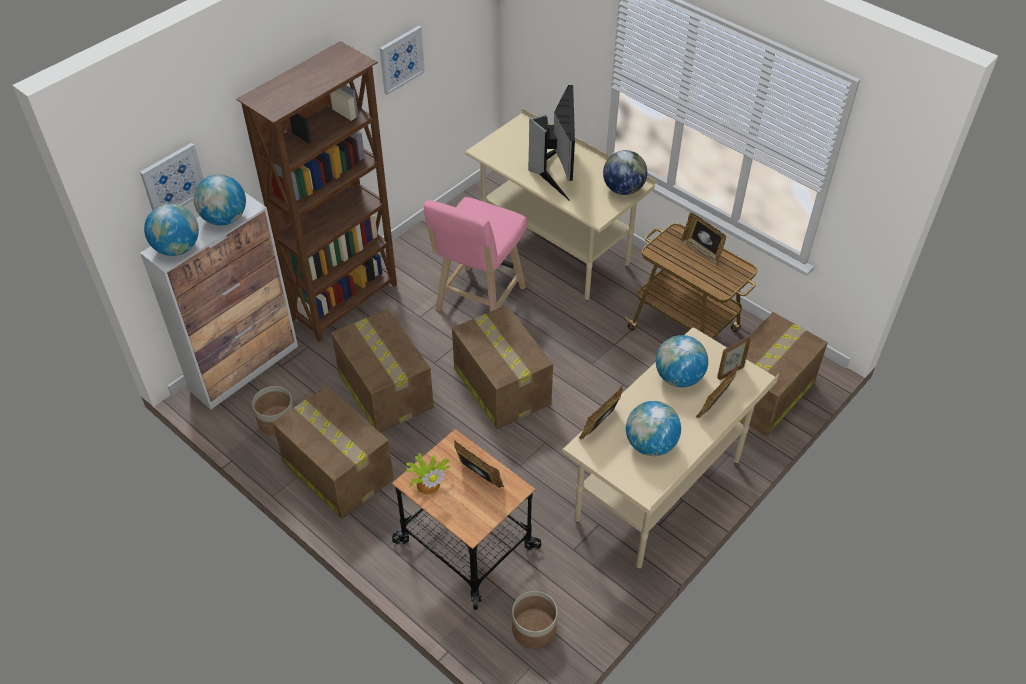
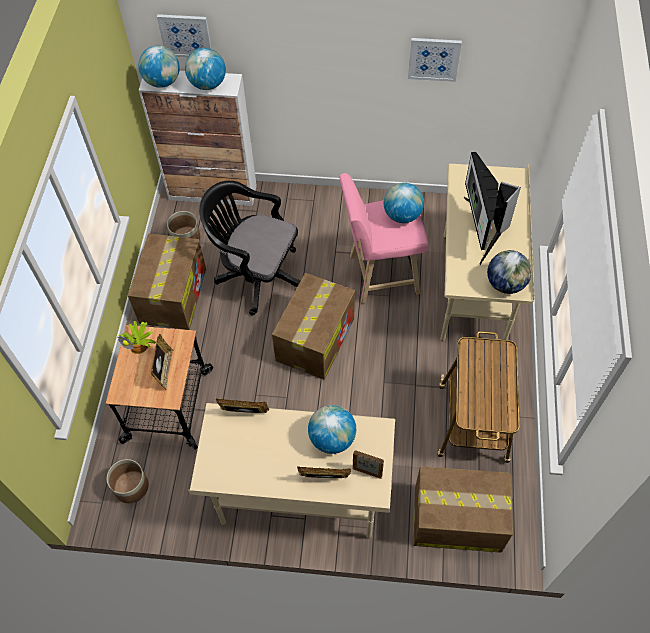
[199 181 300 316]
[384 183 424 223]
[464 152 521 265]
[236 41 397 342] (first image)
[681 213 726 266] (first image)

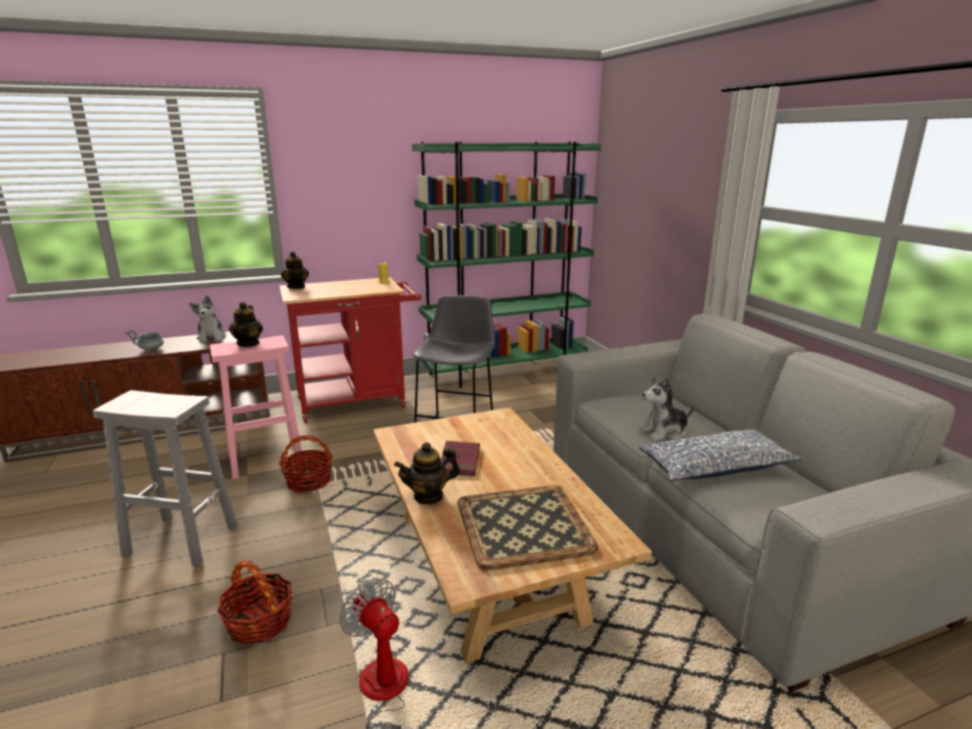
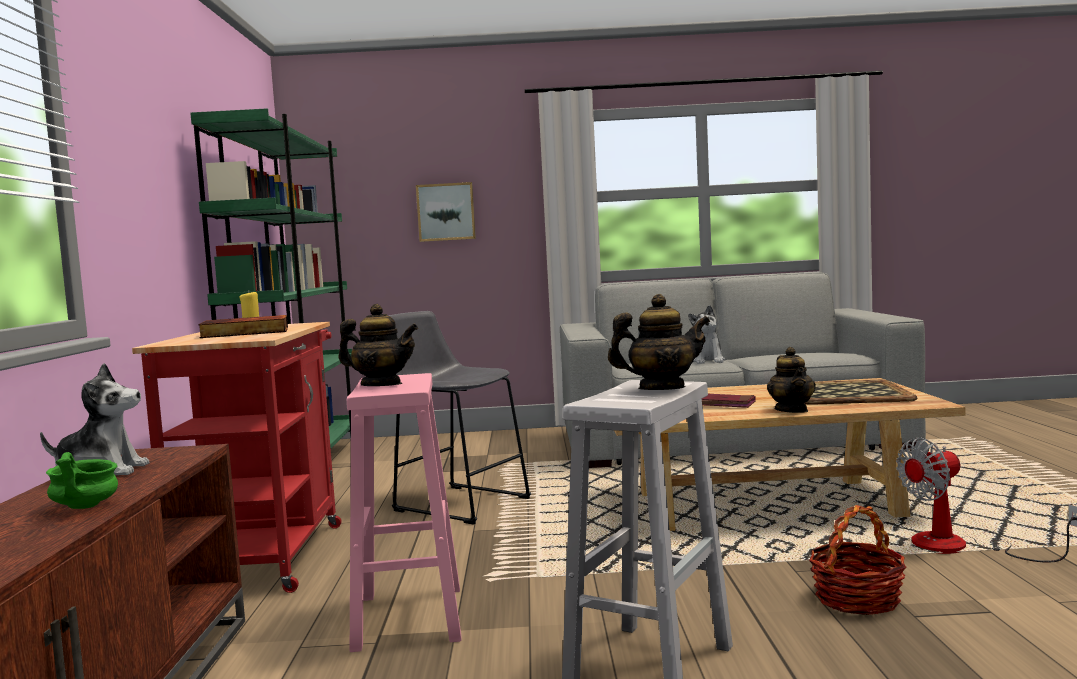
[46 452 118 509]
[198 315 288 338]
[416 182 476 242]
[608 294 710 390]
[279 435 332 493] (first image)
[638 429 802 481] (first image)

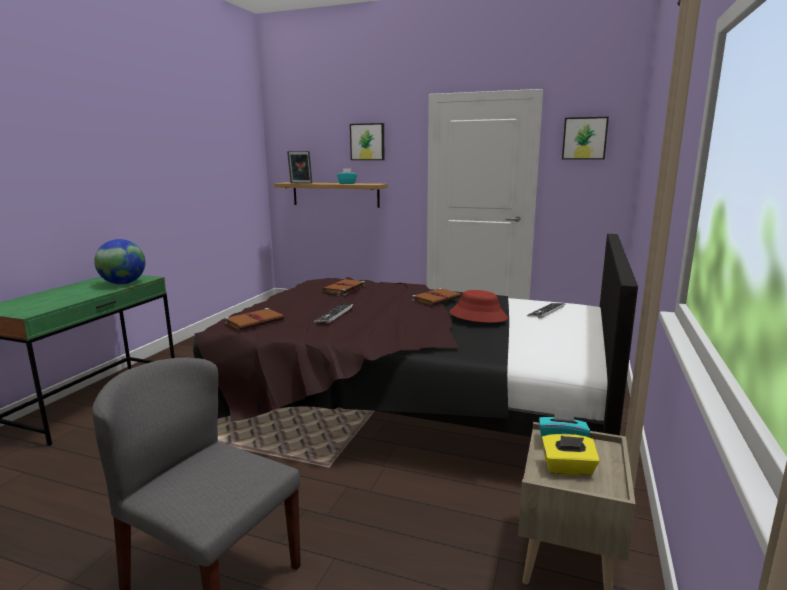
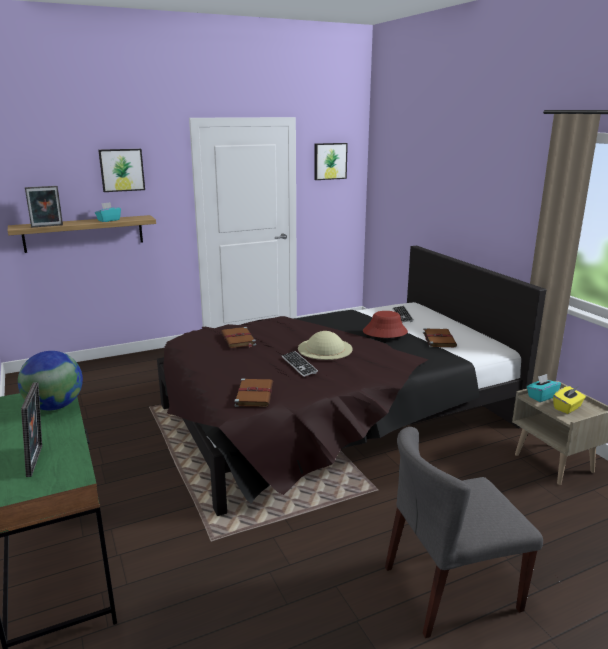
[21 382 42 477]
[298 331 353 360]
[423 328 457 347]

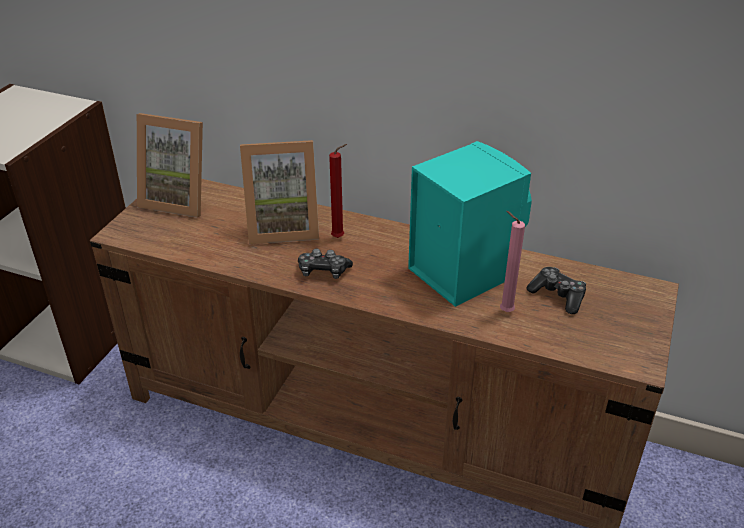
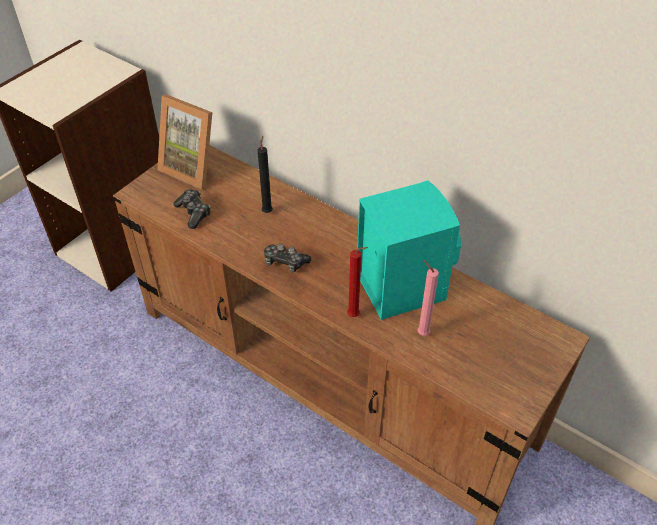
[173 189 211 229]
[257 136 273 213]
[347 247 368 317]

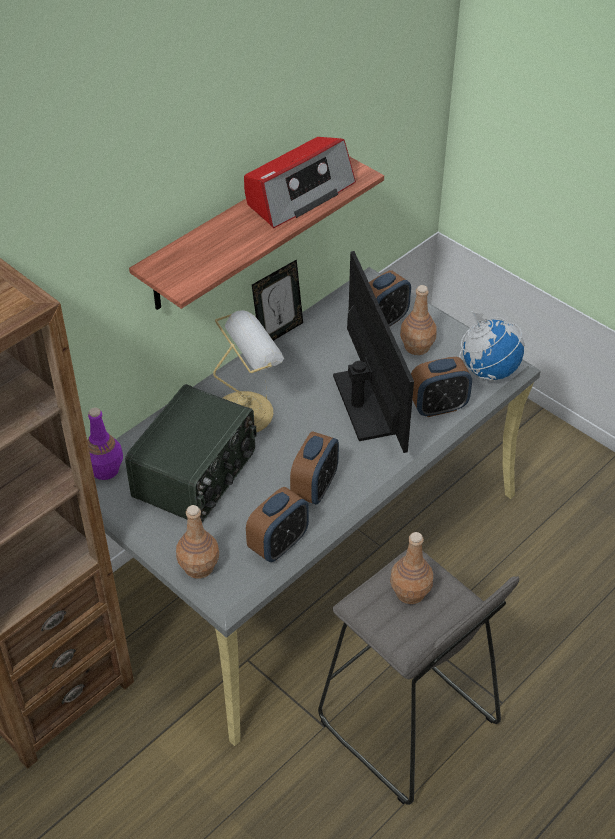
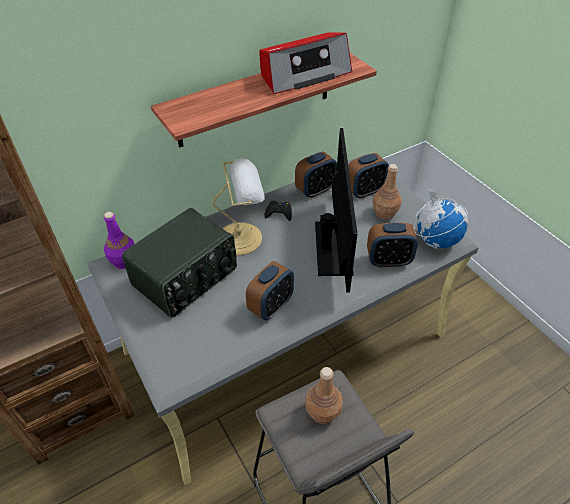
[264 201 292 221]
[295 151 337 198]
[176 505 219 579] (first image)
[252 259 303 341] (first image)

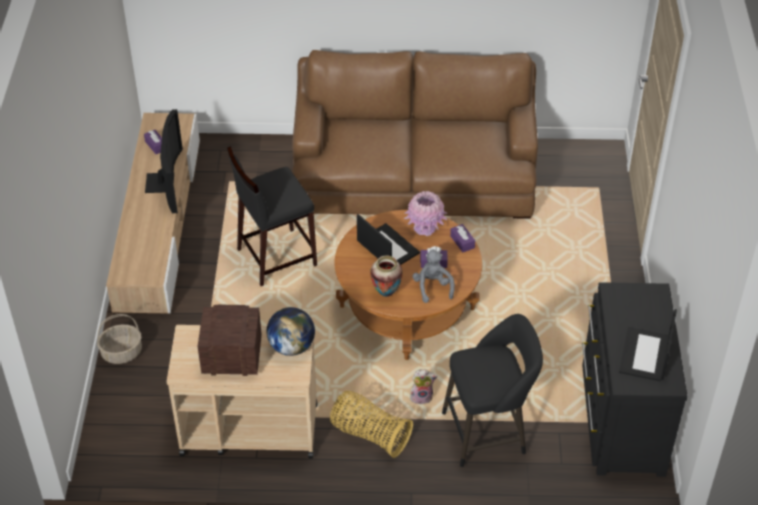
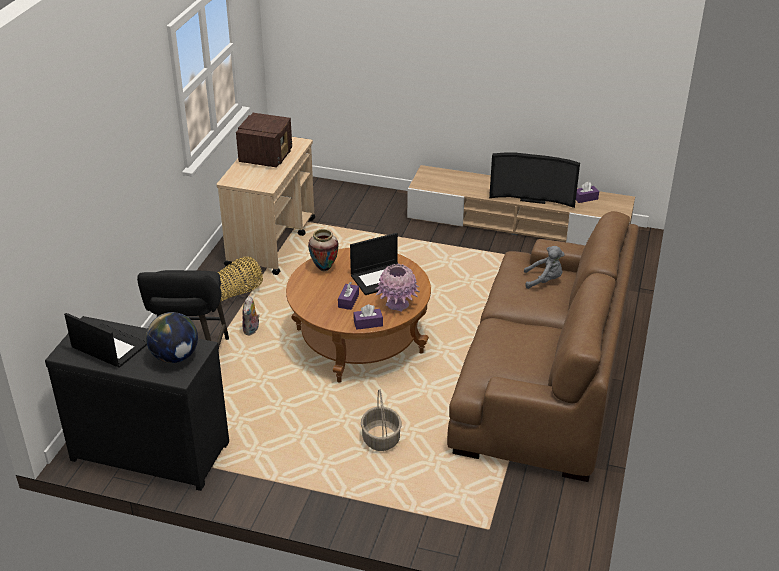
[146 312 198 363]
[361 389 402 451]
[524 246 565 289]
[227 146 317 286] (first image)

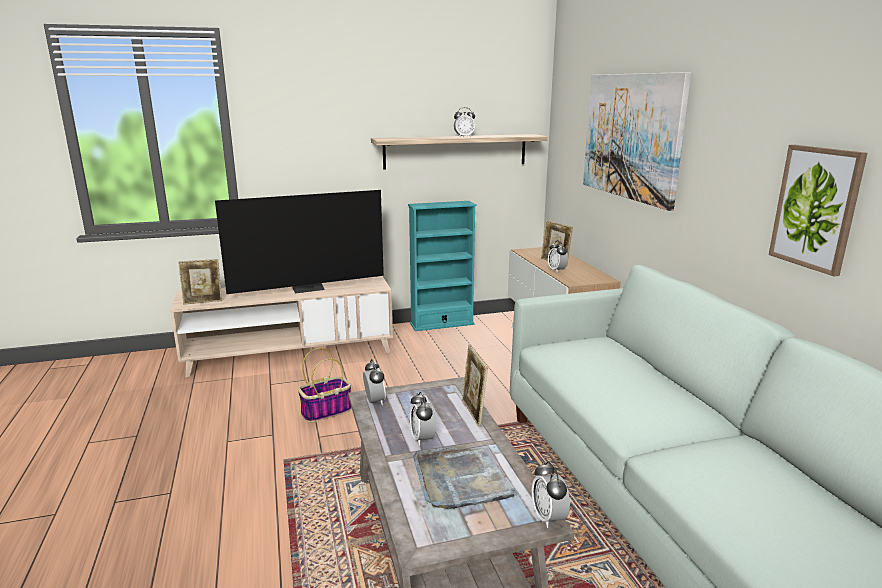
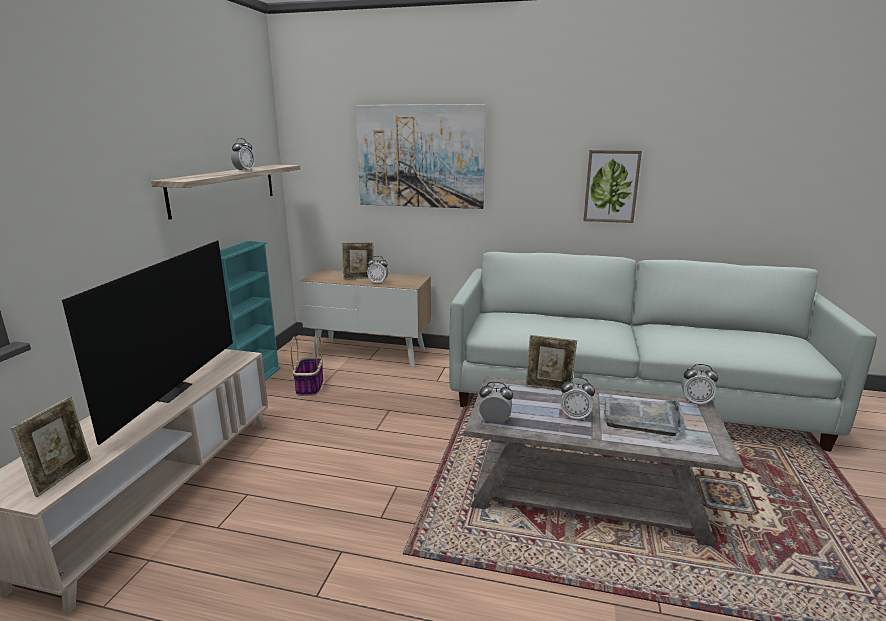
[291 336 324 396]

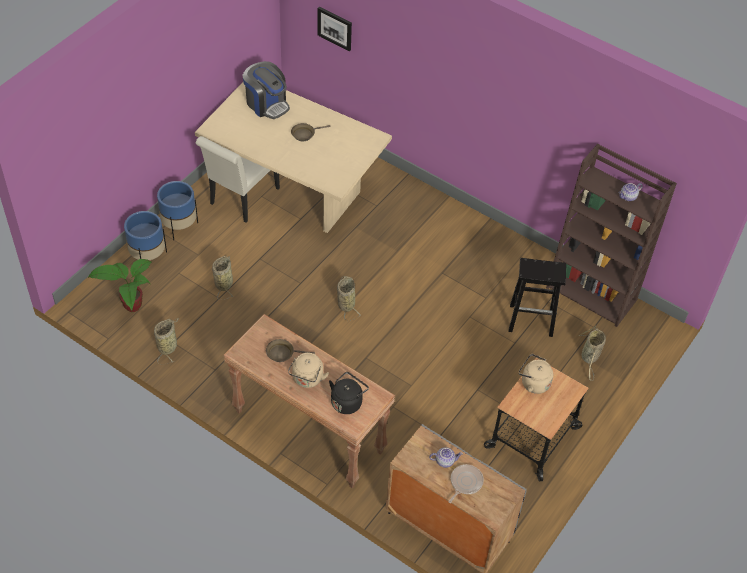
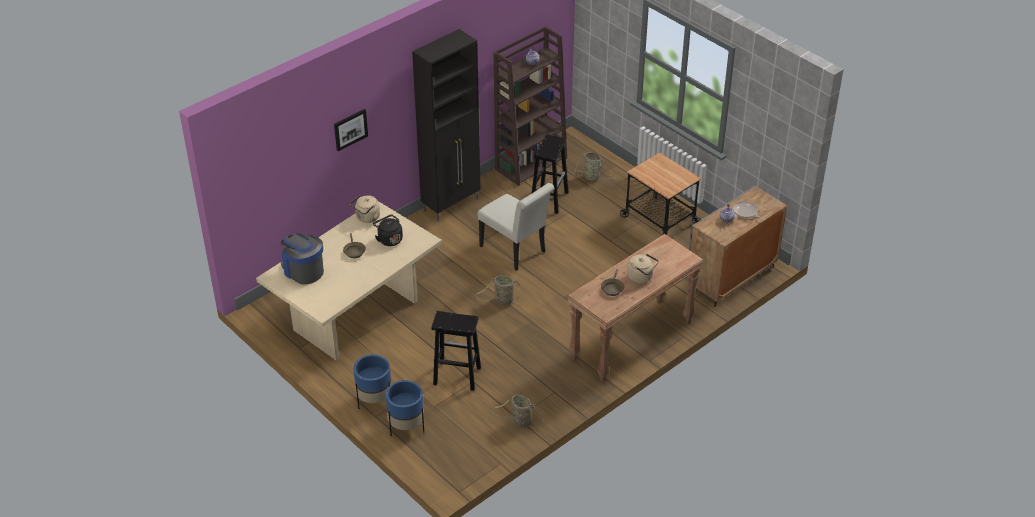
[280 233 324 285]
[334 109 368 151]
[350 195 380 223]
[373 214 403 246]
[412 29 481 222]
[431 311 481 391]
[477 183 555 271]
[88 259 151 312] (first image)

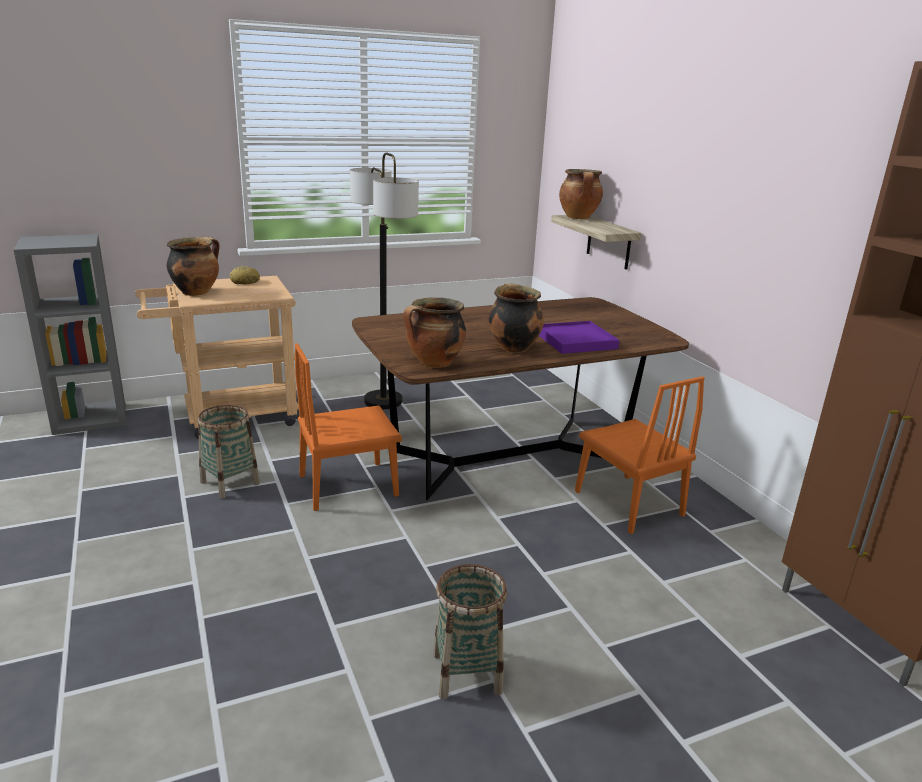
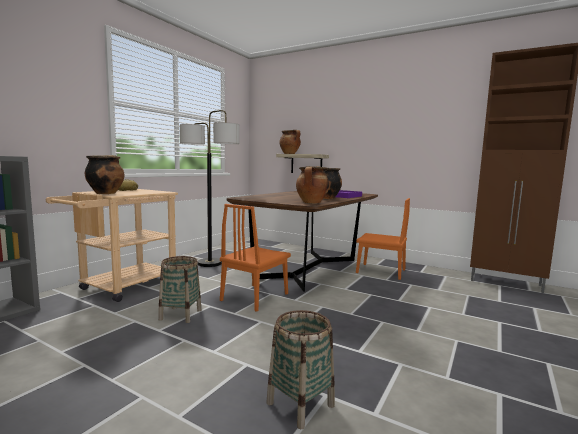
[266 310 335 429]

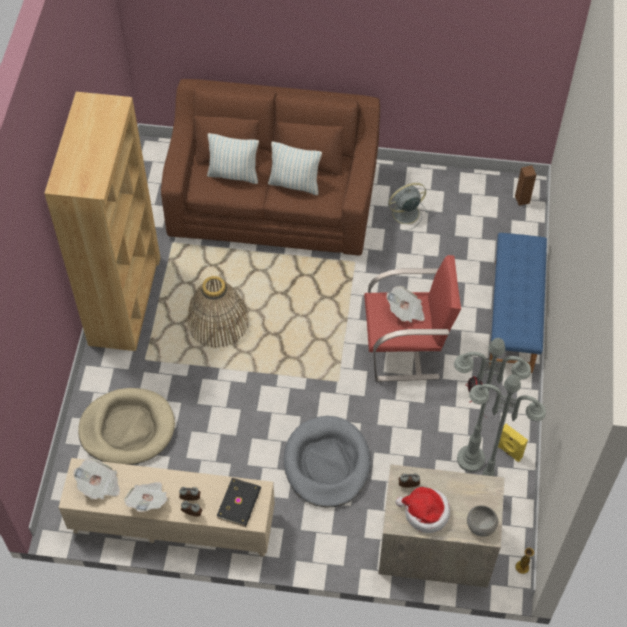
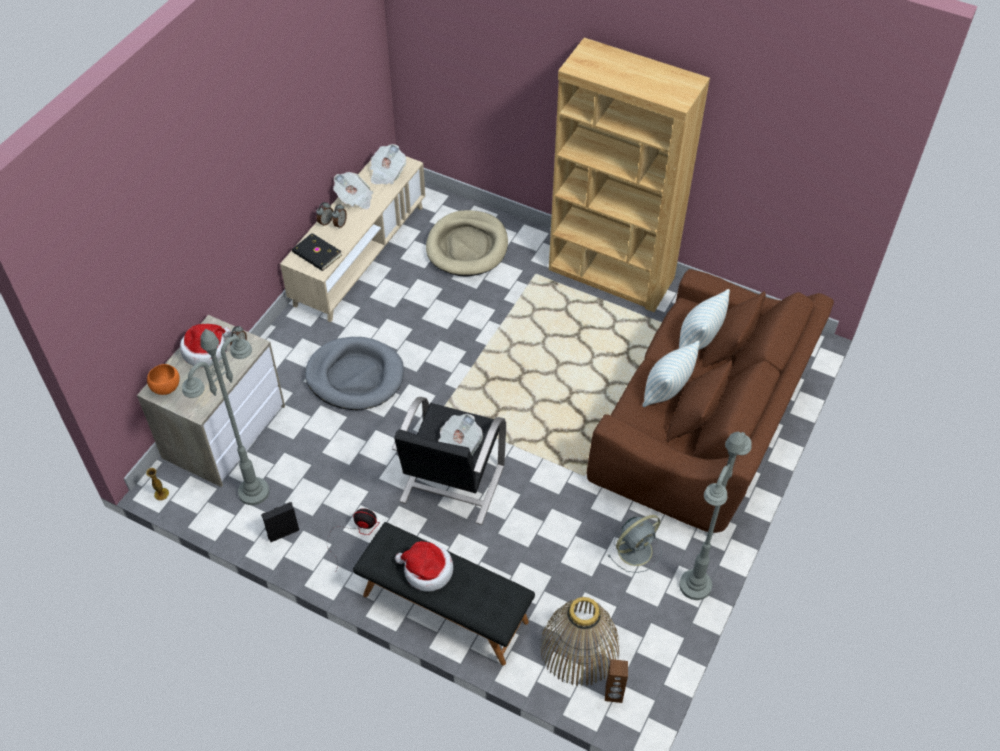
[147 364 180 395]
[261 502 299 542]
[353 522 535 665]
[392 397 506 525]
[395 541 453 592]
[540 597 619 686]
[608 515 662 573]
[679 432 752 600]

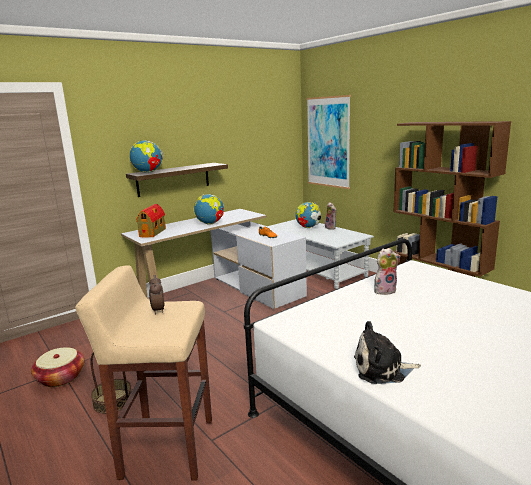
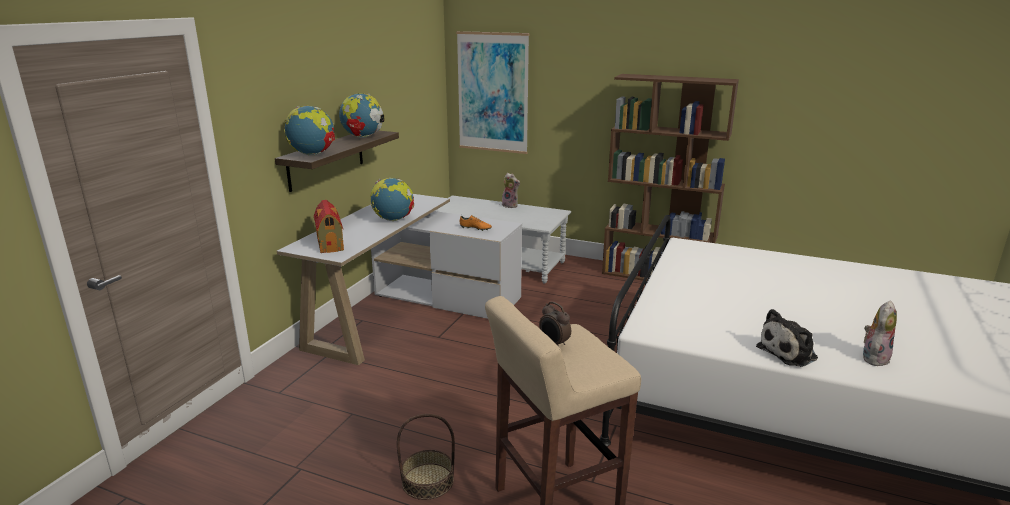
[339 93 384 138]
[863 300 897 366]
[31 347 85 387] (first image)

